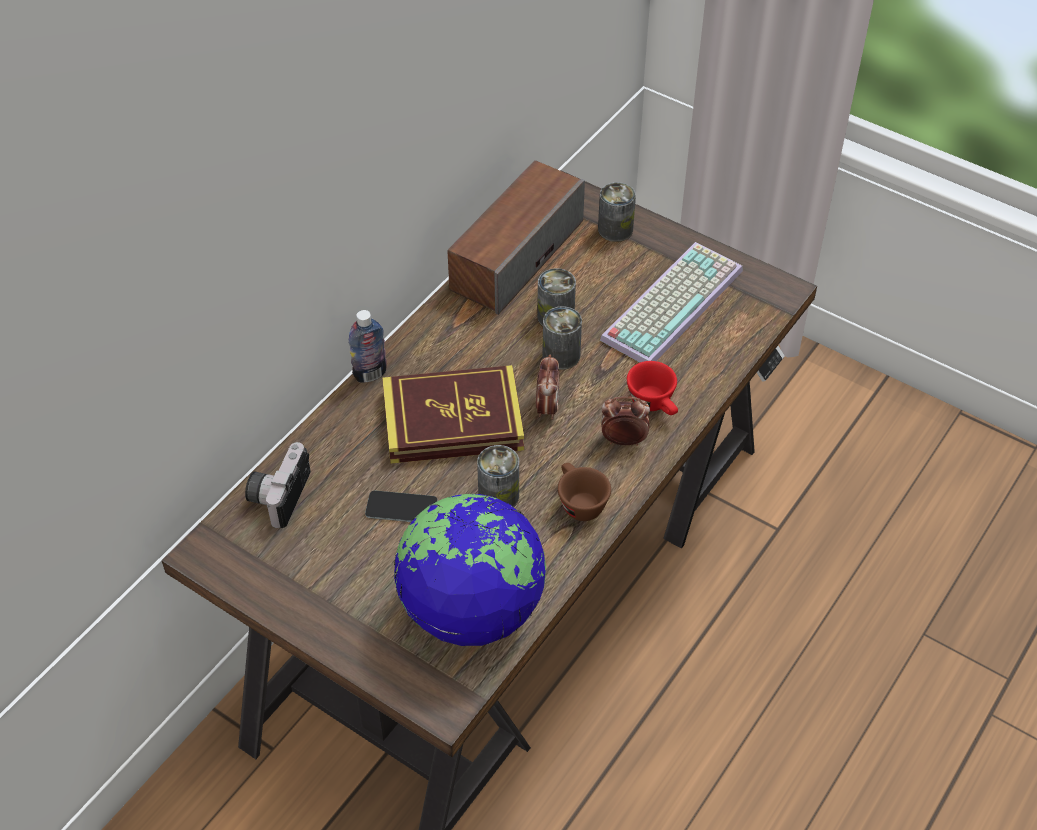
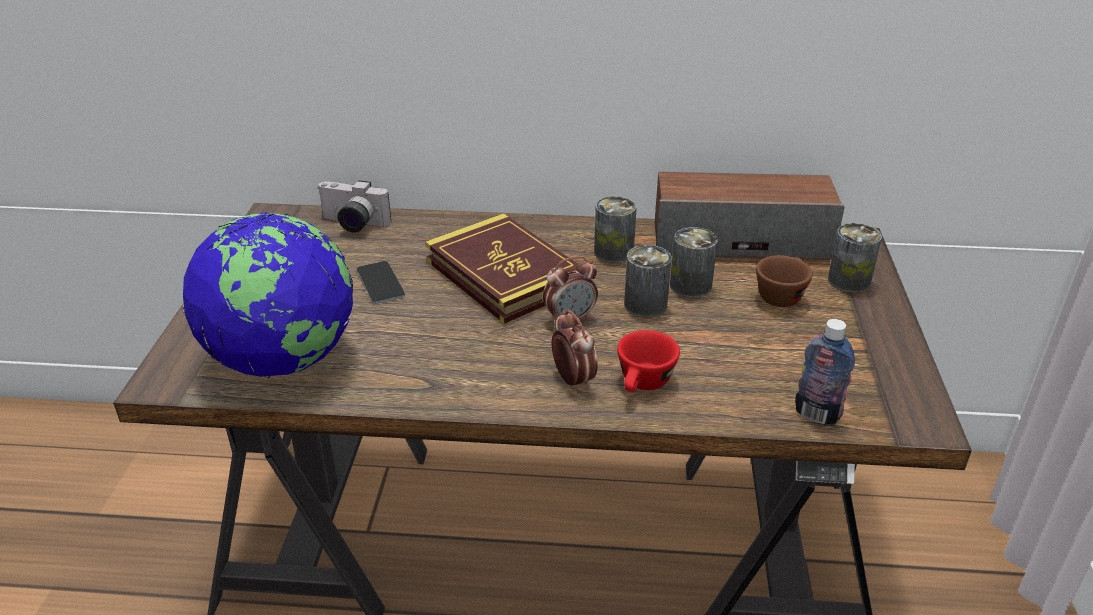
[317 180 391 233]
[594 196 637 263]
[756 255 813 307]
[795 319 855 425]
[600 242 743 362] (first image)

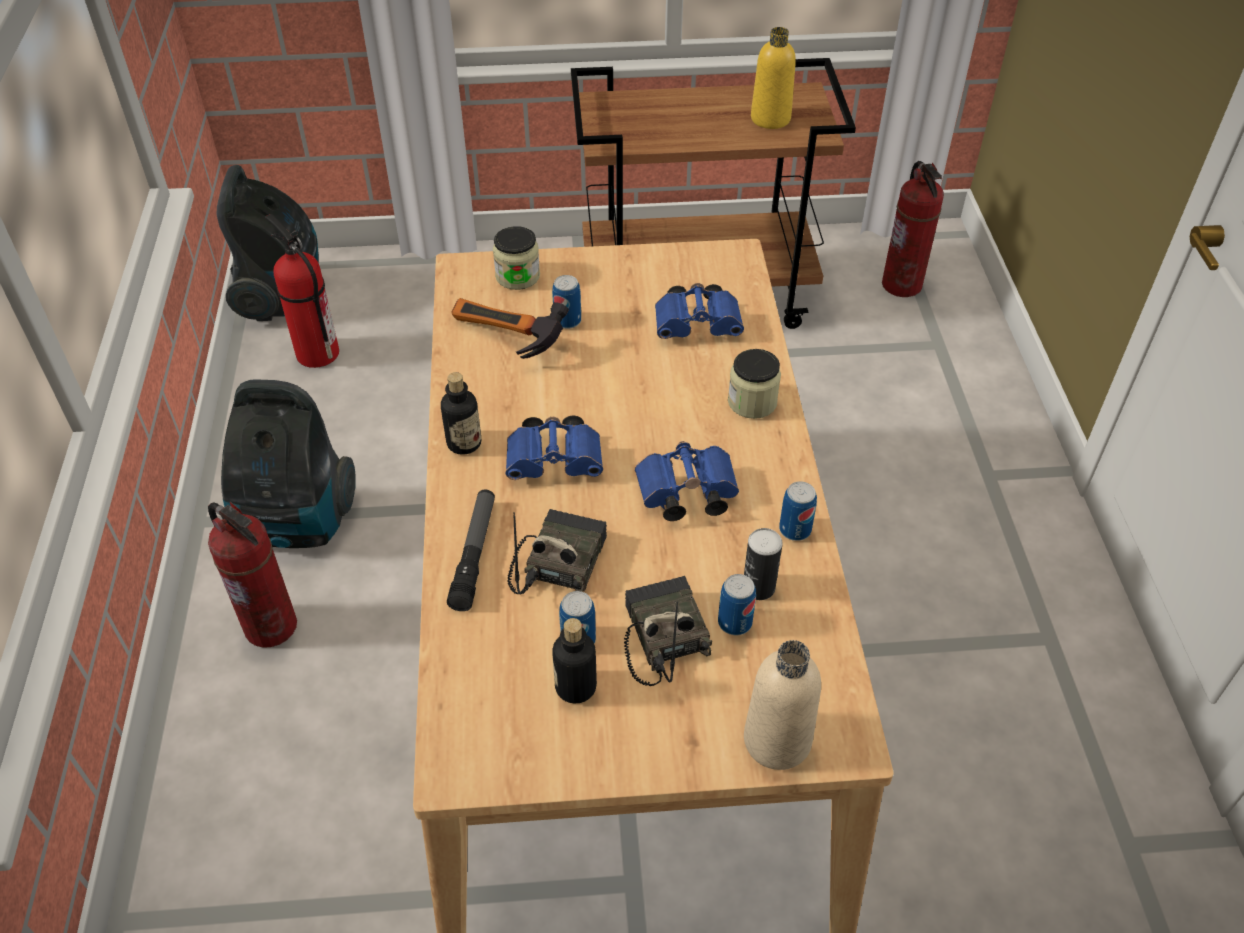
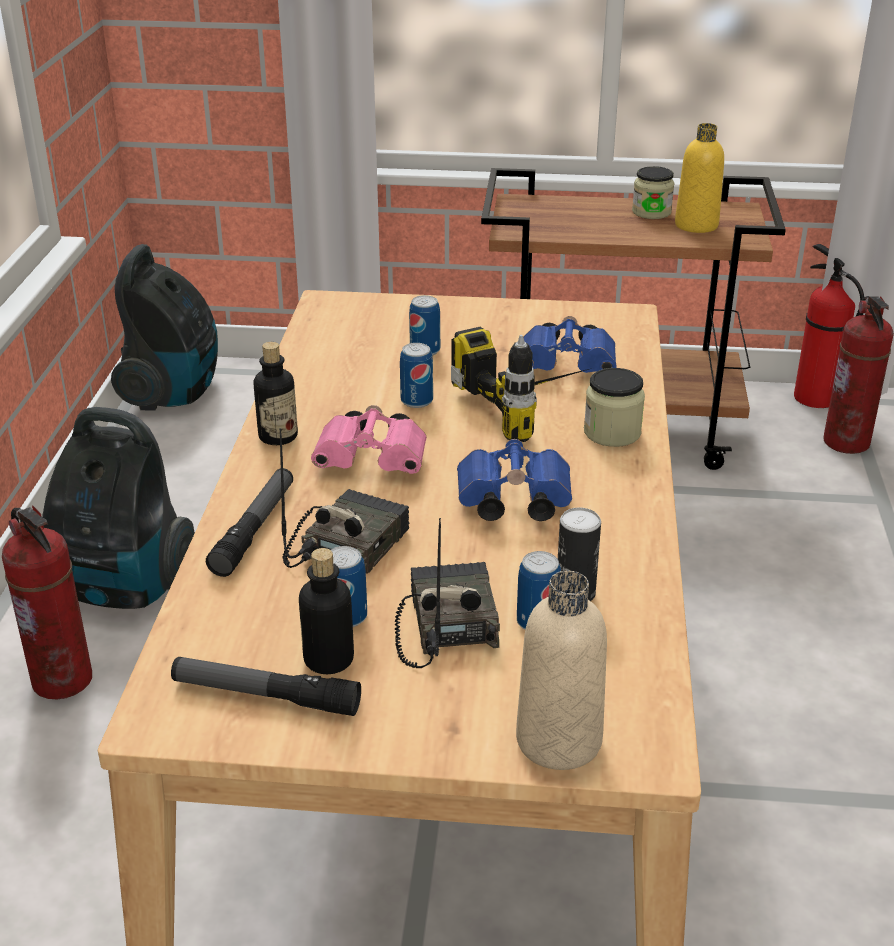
[171 657 361 716]
[311 405 427 474]
[400 343 433 408]
[451 327 592 442]
[632 166 675 219]
[794 244 864 408]
[451 298 569 359] (first image)

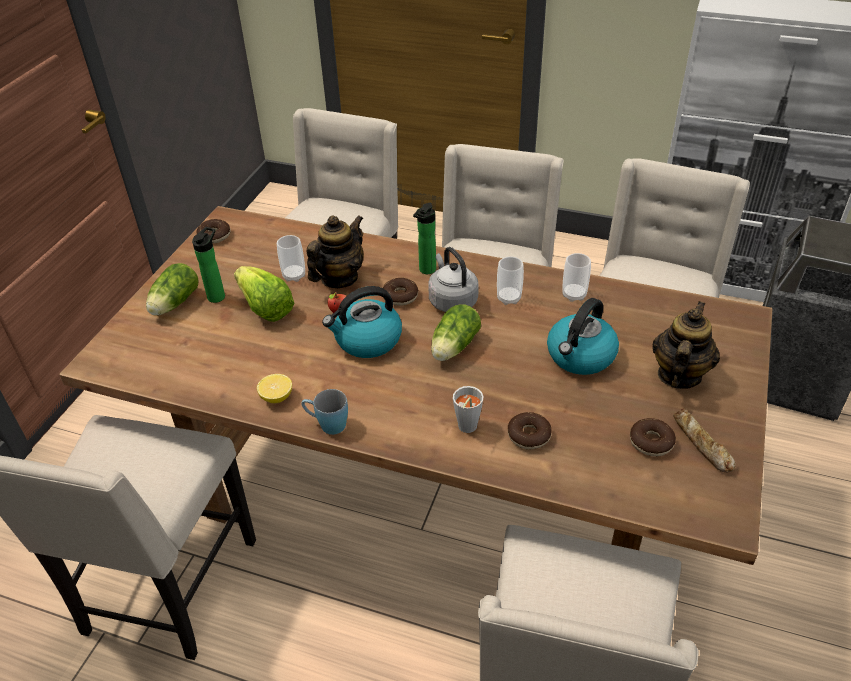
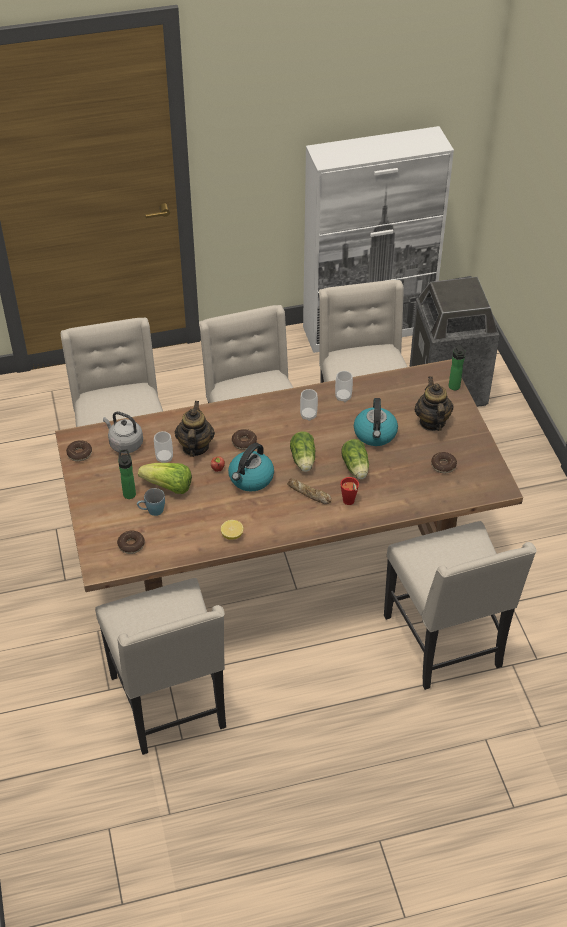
[103 411 143 453]
[117 531 145 554]
[137 488 165 516]
[287 478 332 504]
[340 477 359 505]
[341 439 369 479]
[449 345 465 390]

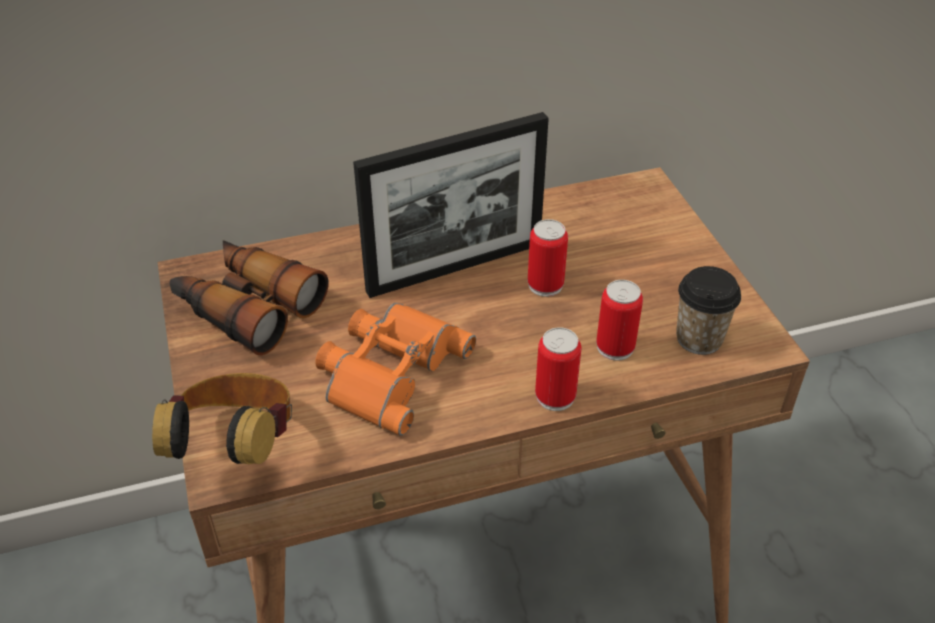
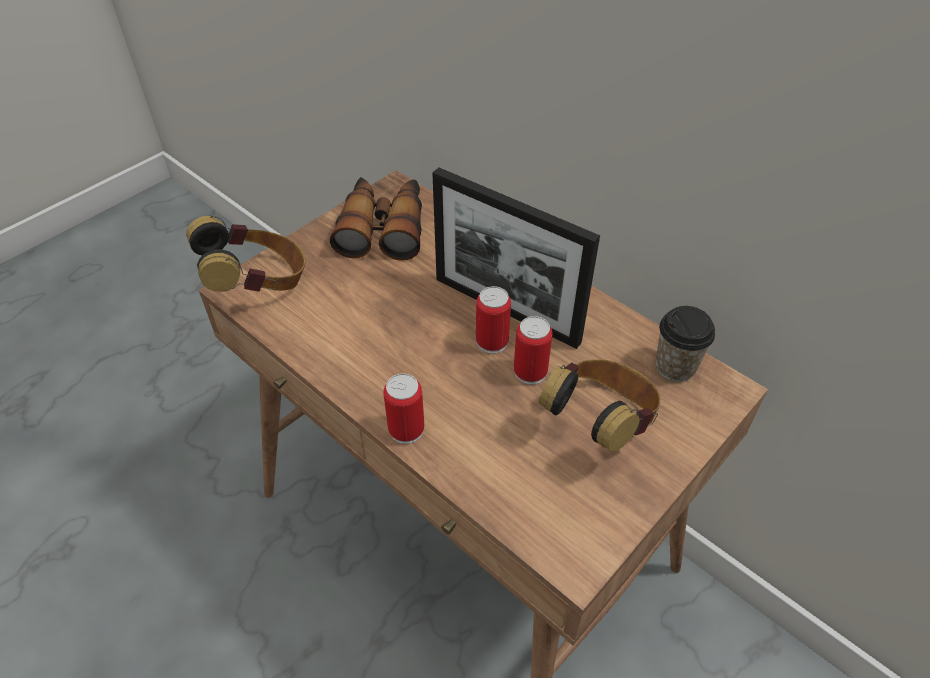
[476 286 511 354]
[538 359 661 451]
[655 306 715 382]
[315 303 476 436] (first image)

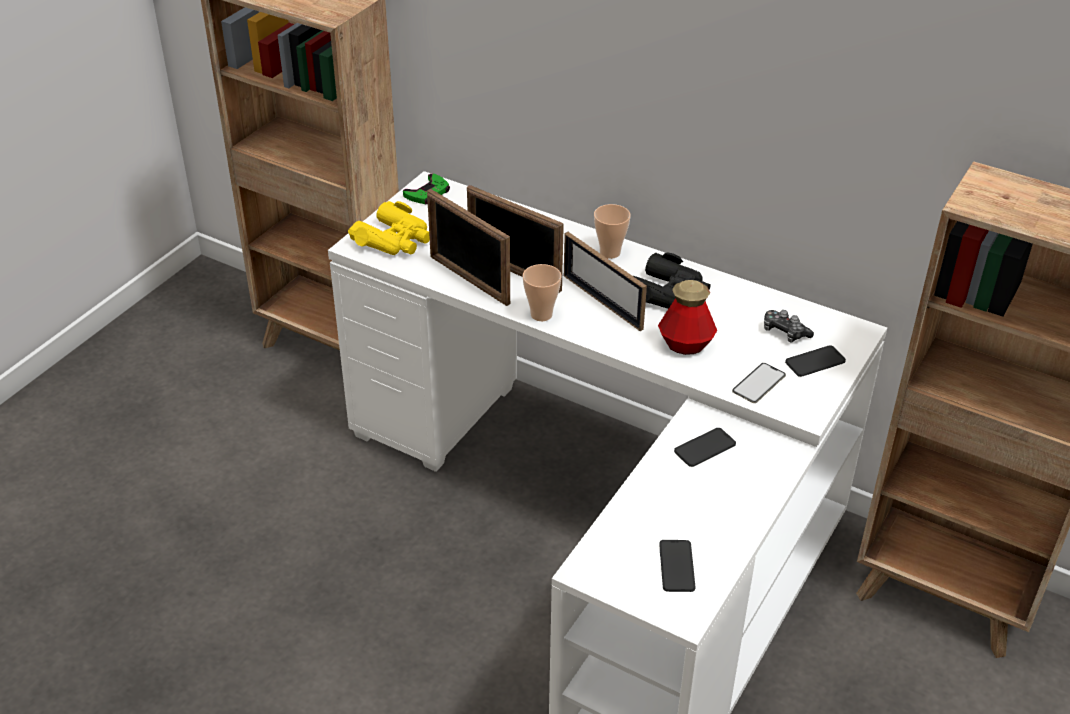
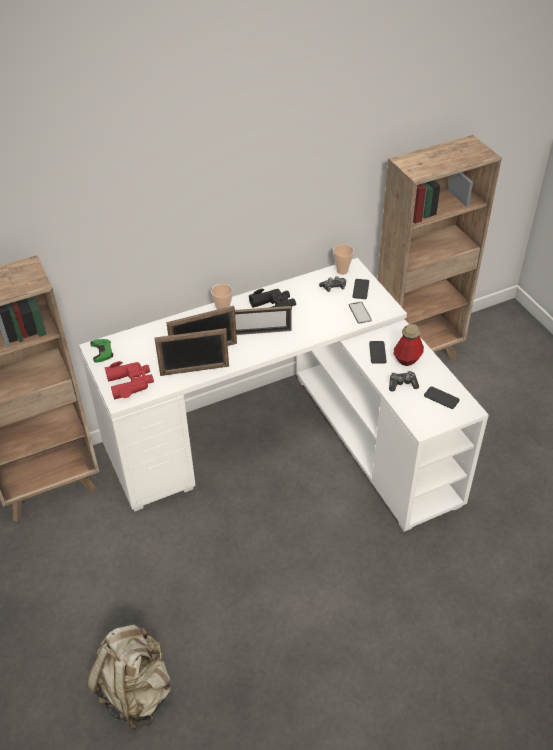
[86 625 171 731]
[104 361 154 400]
[333 244 354 275]
[389 371 419 391]
[394 324 424 366]

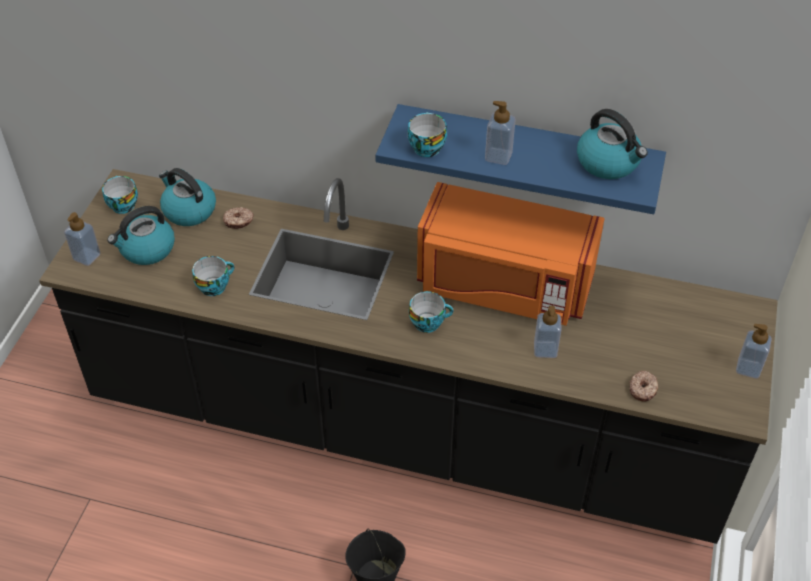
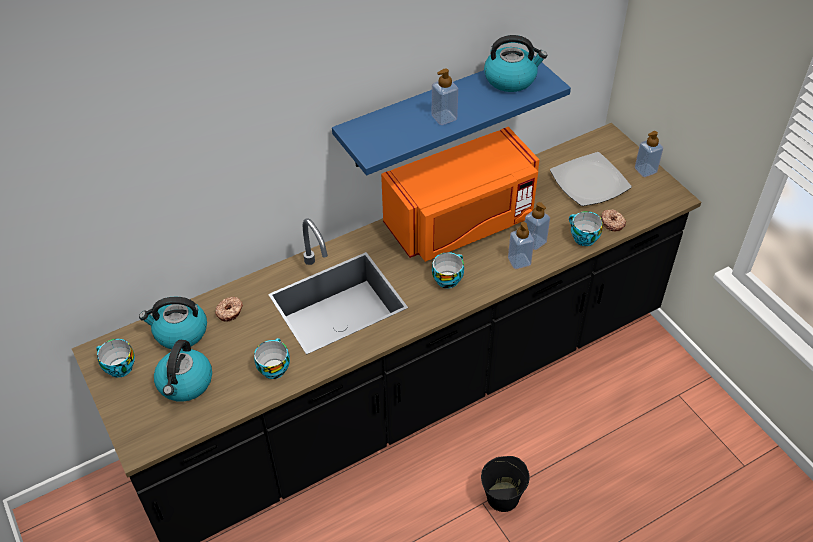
[508 222 534 269]
[550 152 632 206]
[569 211 603 246]

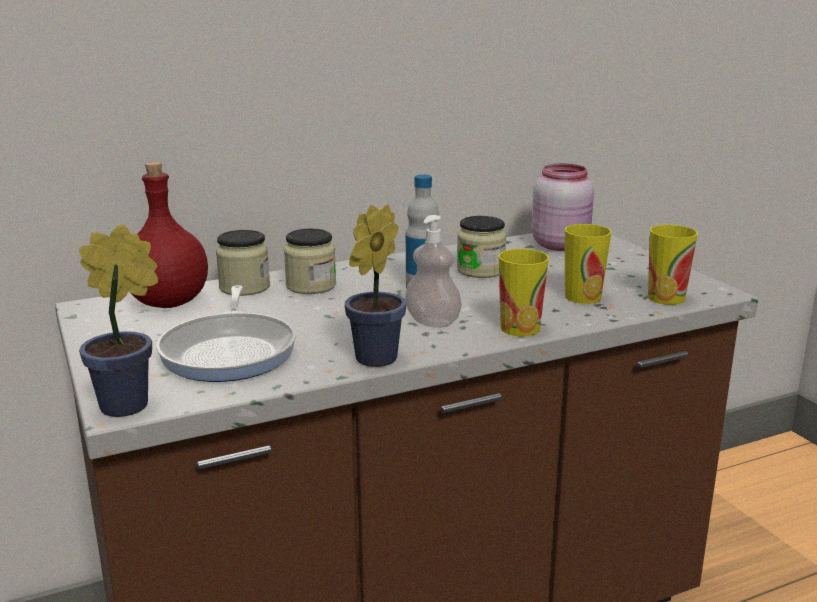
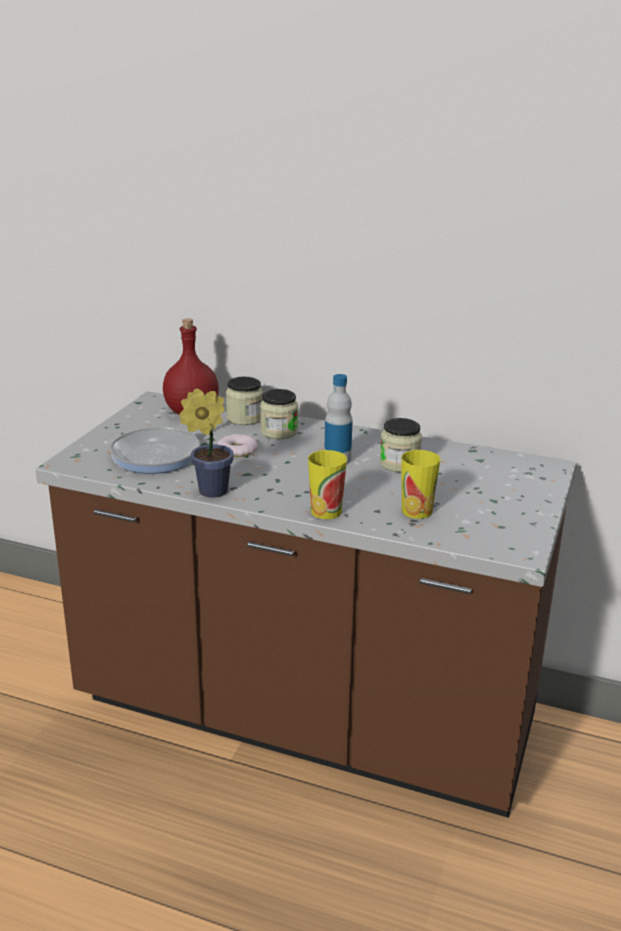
[217 434 258 457]
[79 224 158 417] (first image)
[405 215 462 327] (first image)
[531 164 594 251] (first image)
[648 225 698 305] (first image)

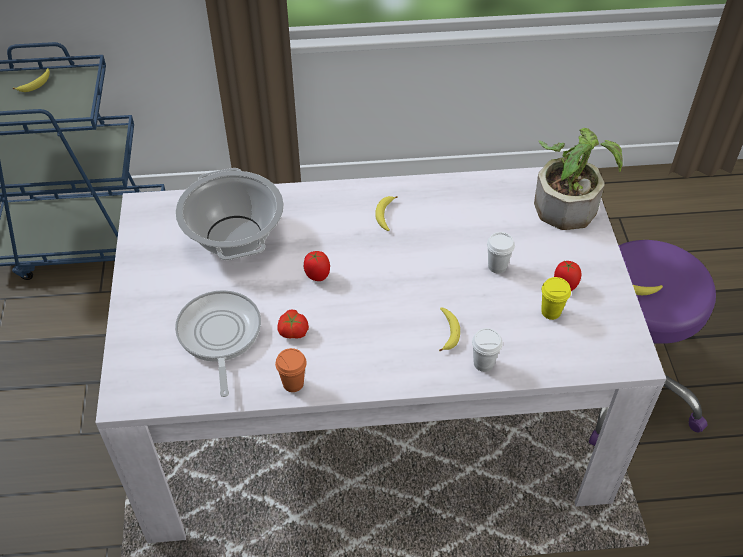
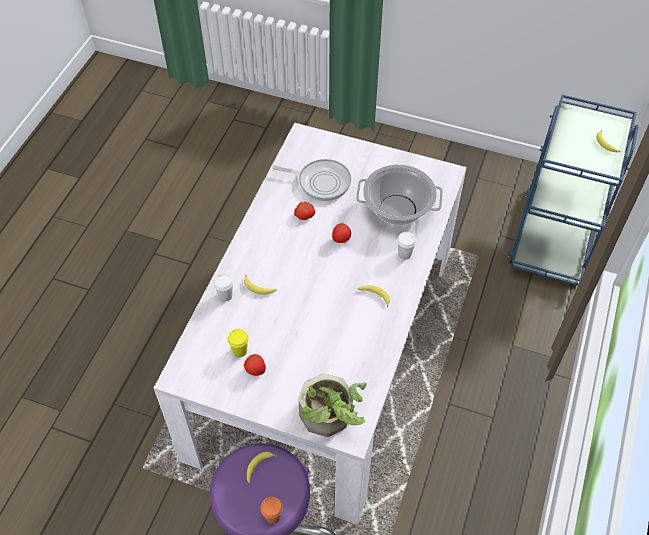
[260 497 283 524]
[397 232 416 259]

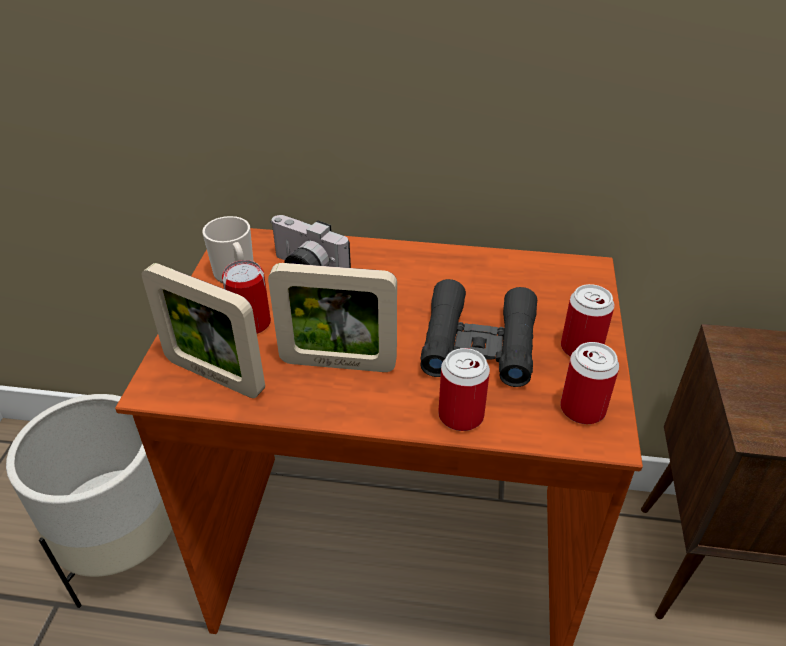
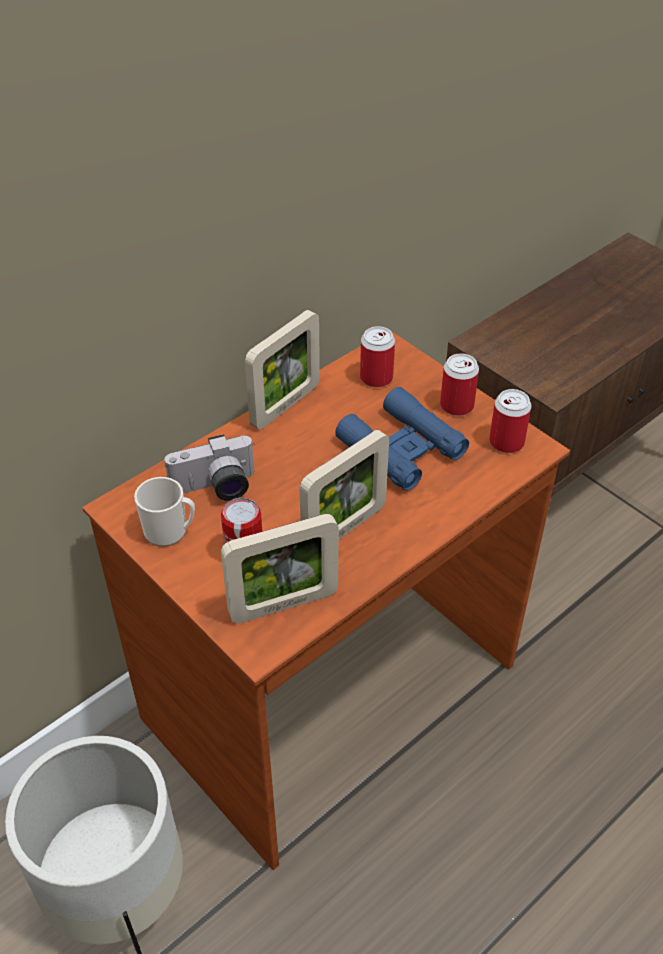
[245 310 320 429]
[335 387 469 491]
[360 326 395 387]

